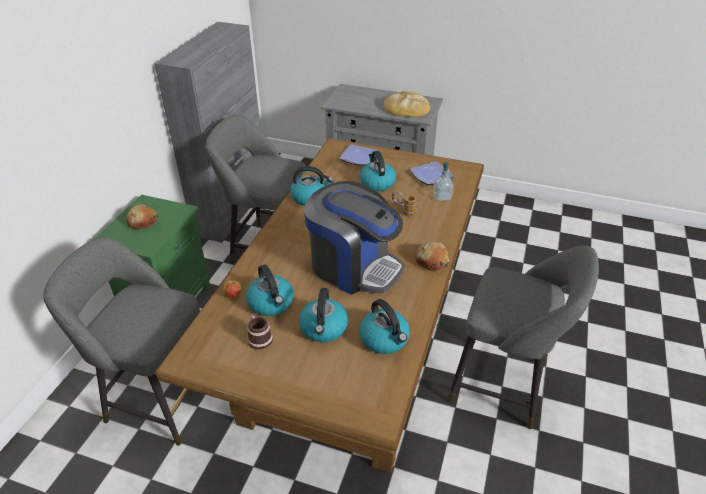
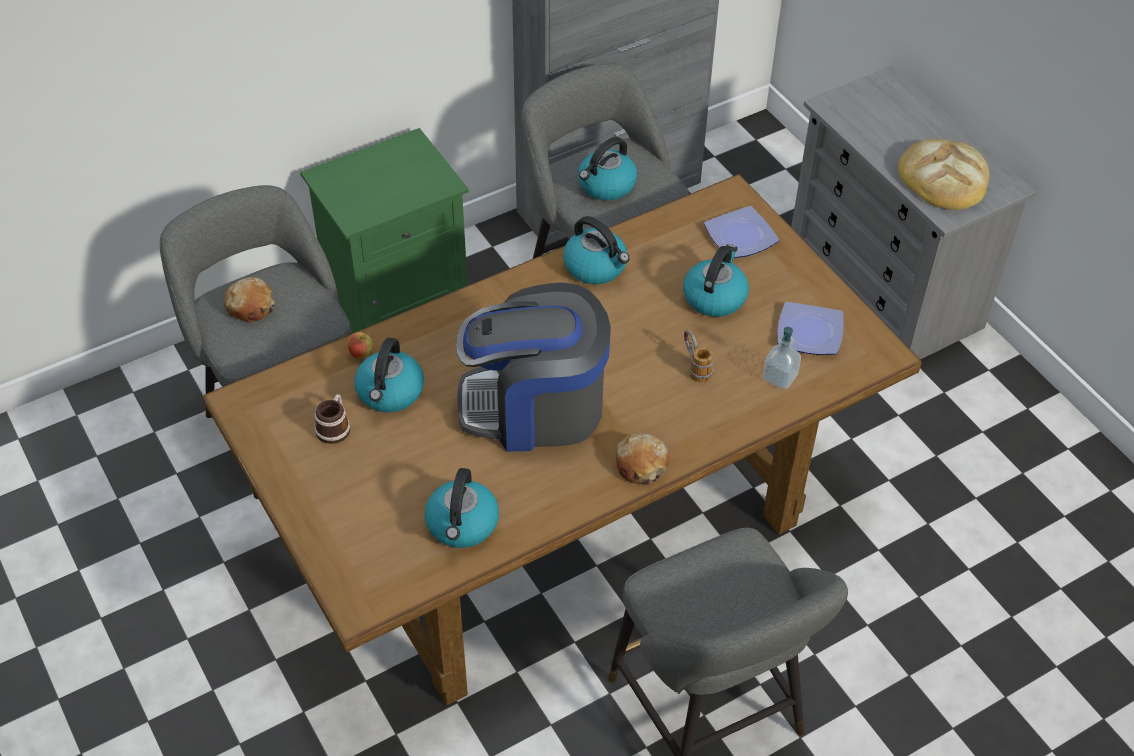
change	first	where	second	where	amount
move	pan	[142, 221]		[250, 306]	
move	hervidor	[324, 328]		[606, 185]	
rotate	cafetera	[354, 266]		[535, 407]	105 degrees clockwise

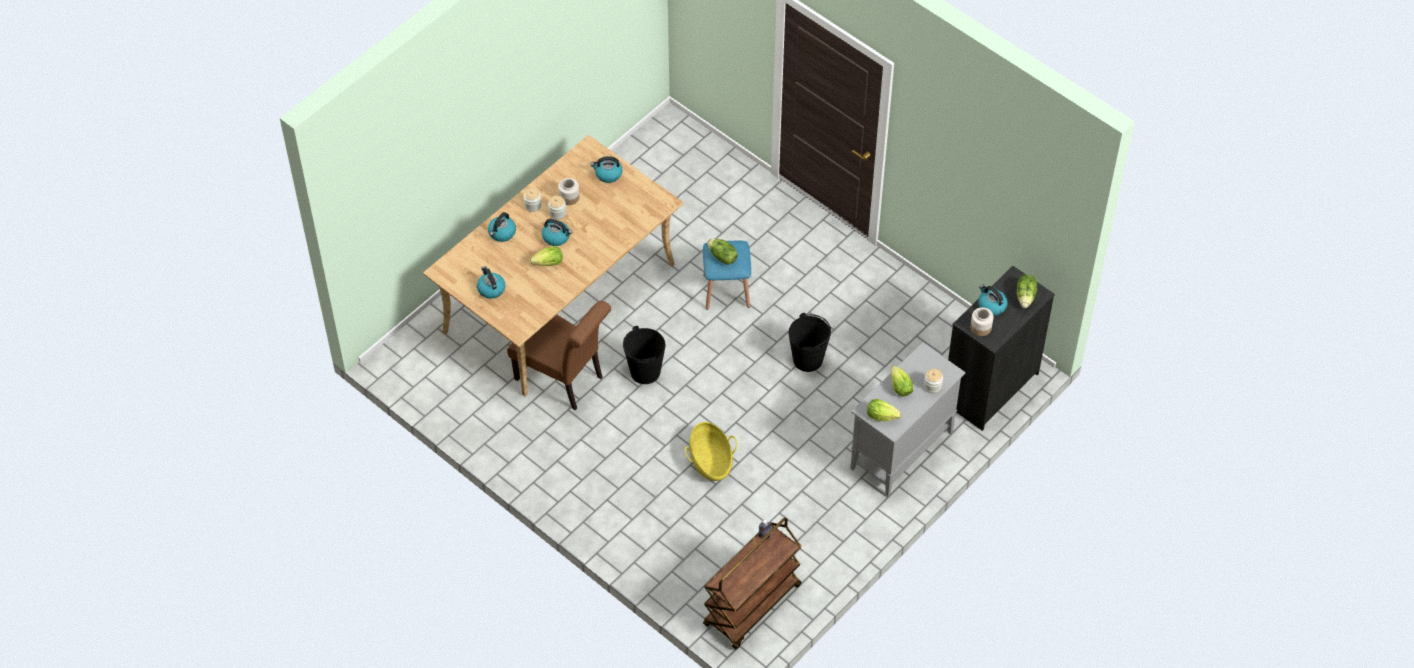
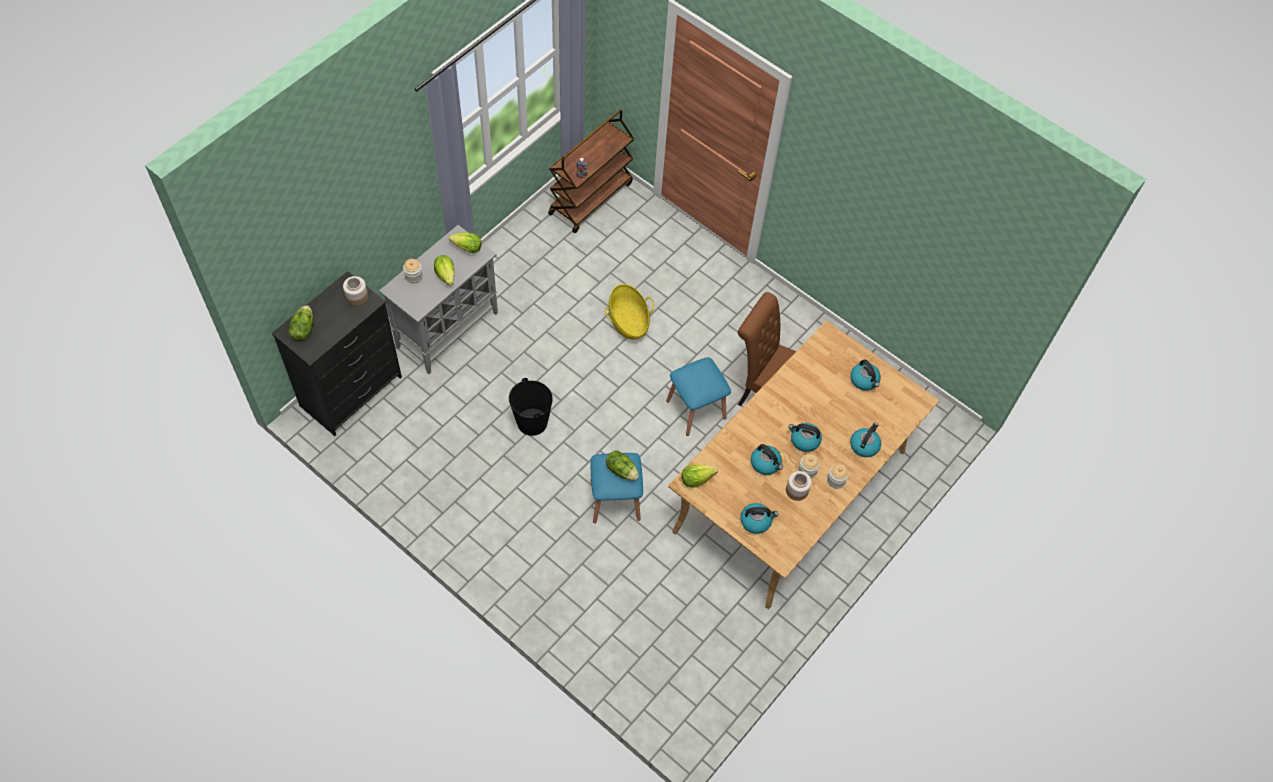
change	first	where	second	where	amount
move	lechuga	[549, 263]		[696, 479]	
replace	cubo/negro	[644, 371]	taburete/azul	[696, 409]	
move	hervidor	[991, 306]		[766, 463]	

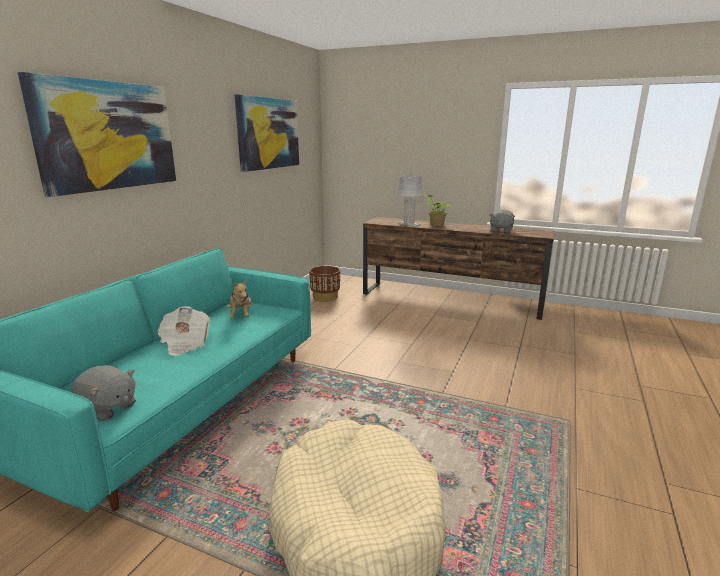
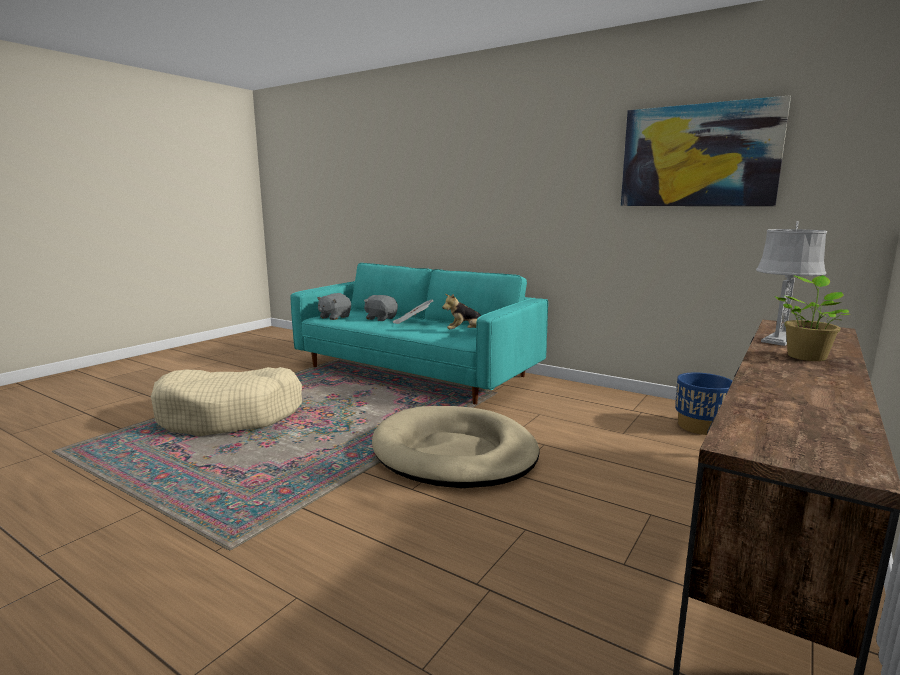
change	first	where	second	where	amount
delete	cuadro	[108, 136]			
recolor	maceta/marrón	[325, 297]	maceta/azul	[700, 427]	
move	peluche/gris	[500, 231]		[381, 318]	
insert			cama para perro/beis	[454, 453]	

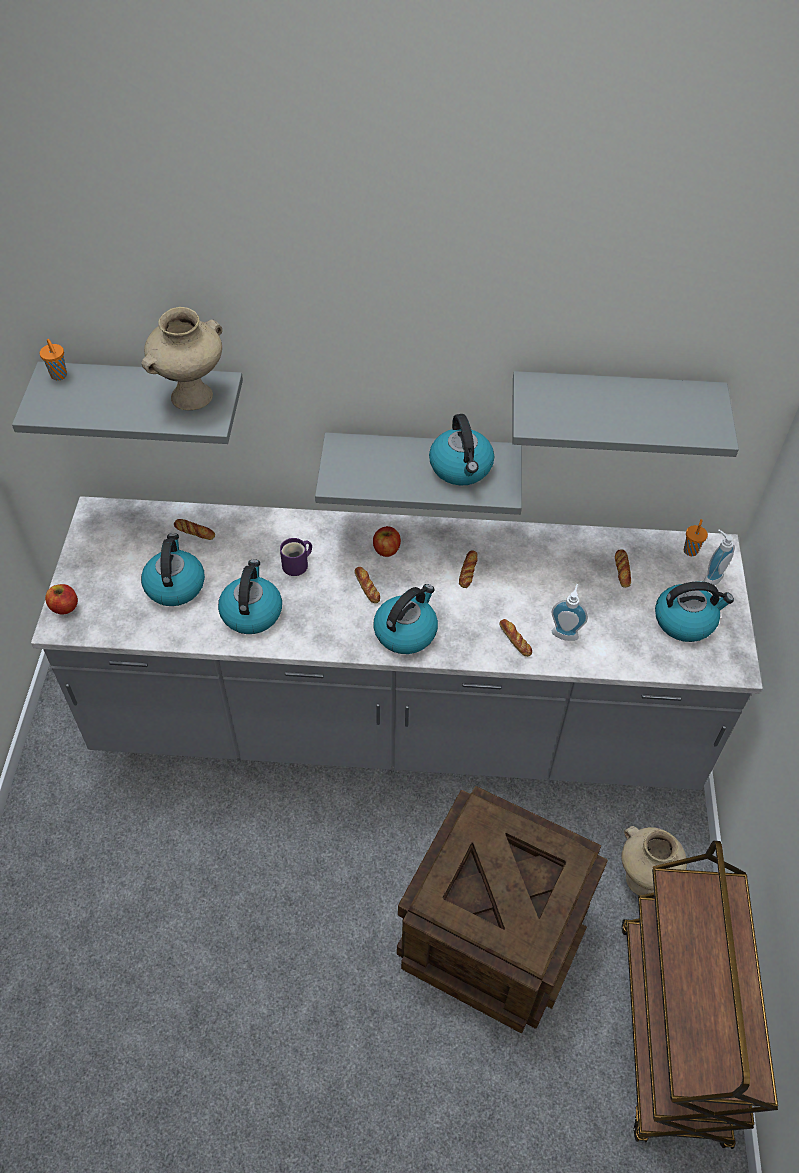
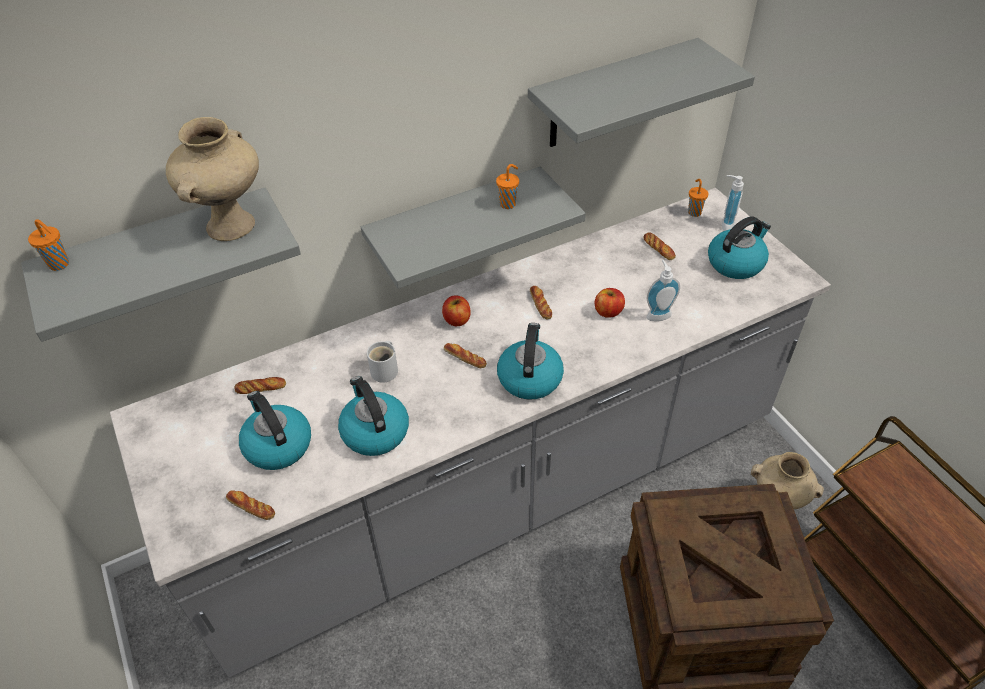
change	first	where	second	where	amount
move	manzana	[64, 607]		[608, 311]	
recolor	taza grande/morado	[297, 565]	taza grande/blanco	[386, 370]	
replace	hervidor	[461, 468]	taza/naranja	[508, 204]	
move	pan	[515, 640]		[251, 507]	

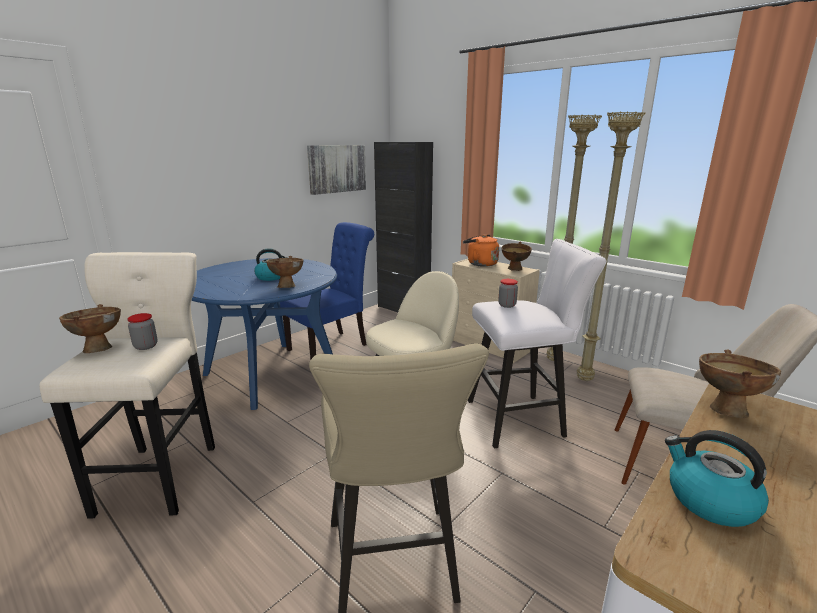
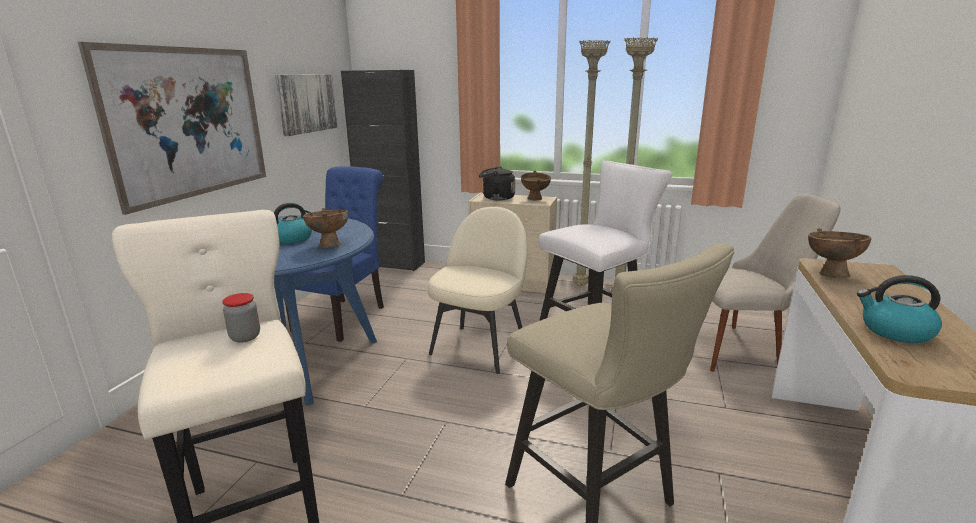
change	first	where	second	where	amount
delete	cuenco/marrón	[99, 347]			
recolor	hervidor/naranja	[480, 264]	hervidor/negro	[496, 198]	
delete	tarro	[507, 305]			
insert			cuadro	[189, 123]	

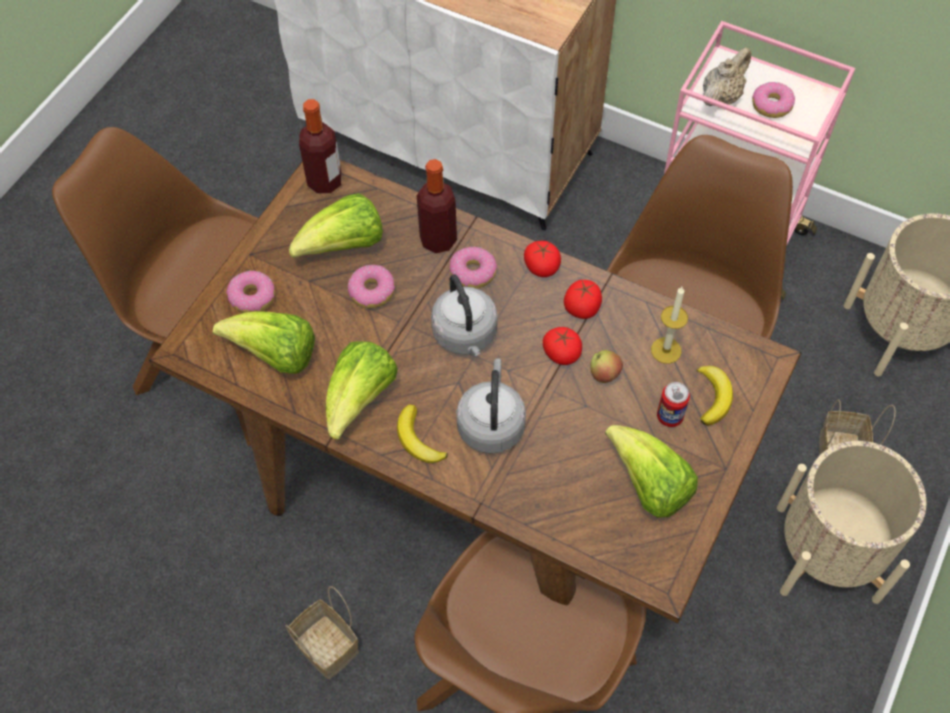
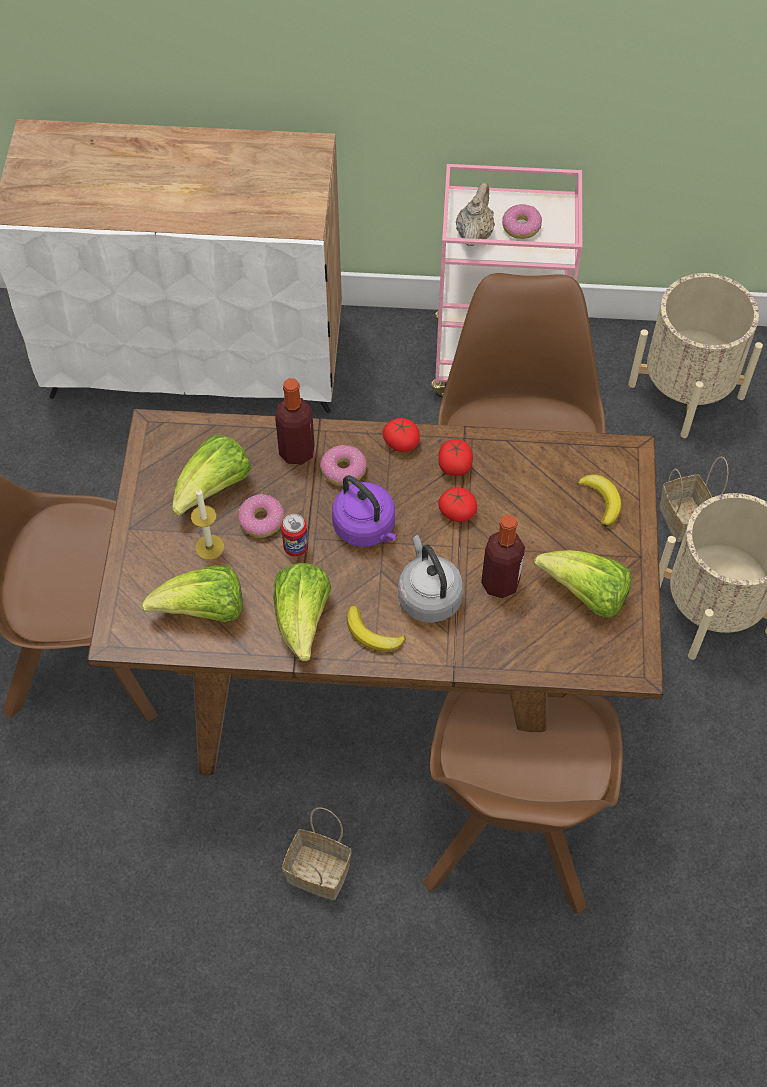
change	first	where	second	where	amount
delete	rosquilla	[252, 297]			
move	botella	[324, 182]		[500, 583]	
recolor	hervidor/gris	[466, 336]	hervidor/morado	[366, 528]	
delete	manzana	[604, 374]			
move	vela	[666, 350]		[209, 547]	
move	lata	[669, 416]		[296, 547]	

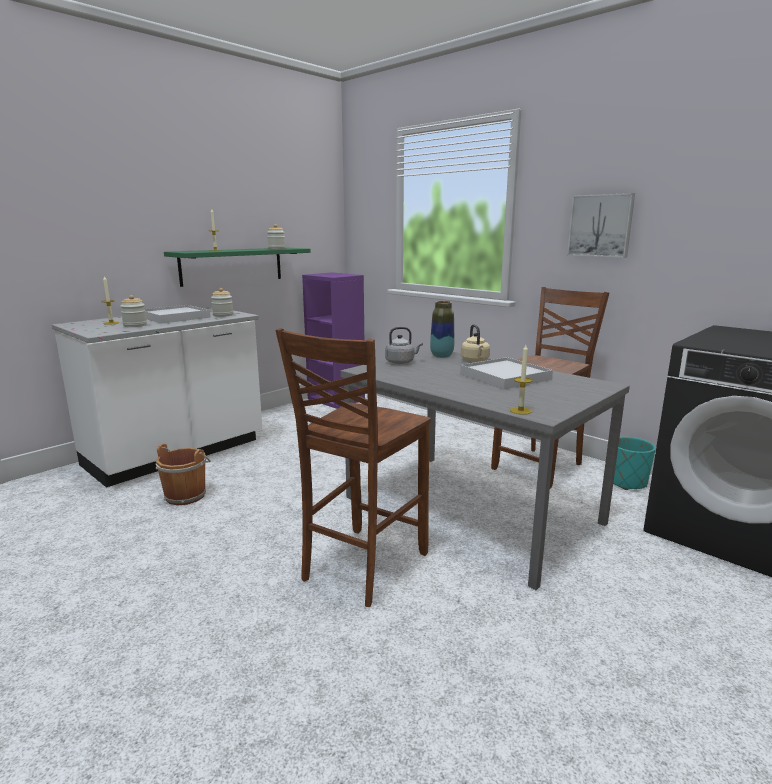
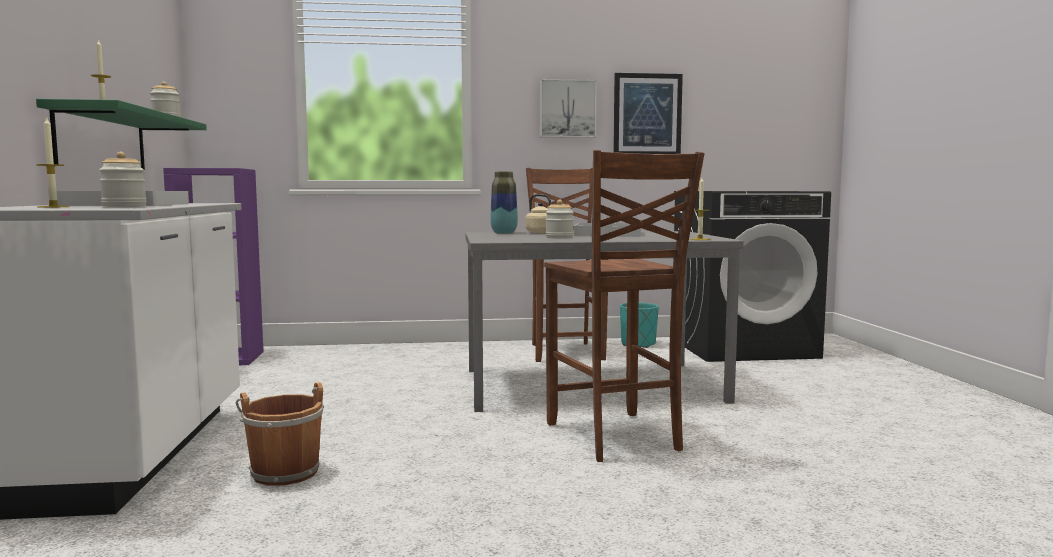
change	first	where	second	where	amount
move	tarro	[223, 315]		[559, 237]	
delete	hervidor/gris	[401, 362]			
insert			cuadro	[647, 115]	

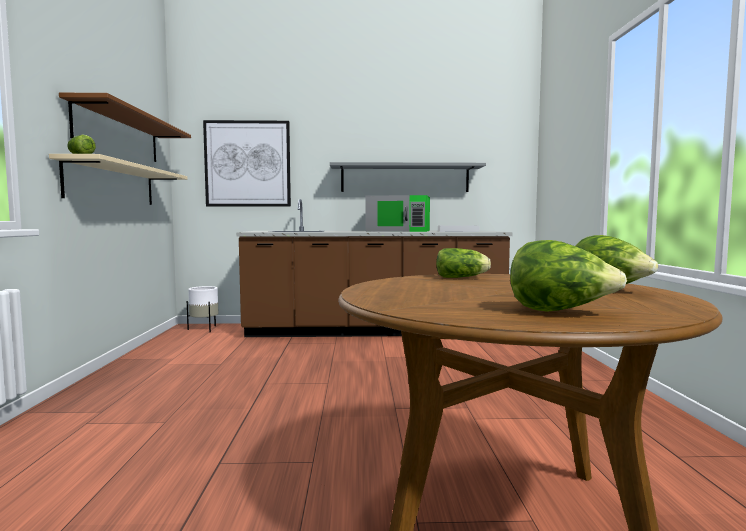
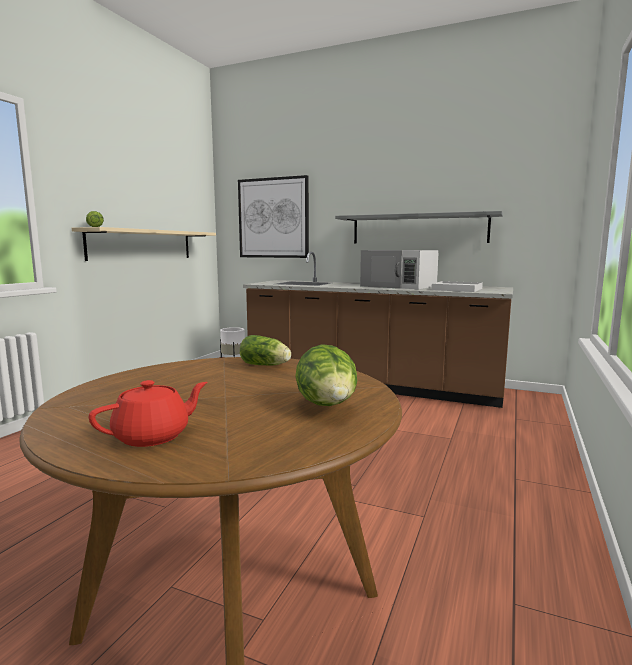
change	first	where	second	where	amount
delete	estante/marrón	[119, 135]			
recolor	microondas/verde	[399, 231]	microondas/blanco	[399, 286]	
replace	lechuga	[559, 312]	tetera/rojo	[153, 436]	

